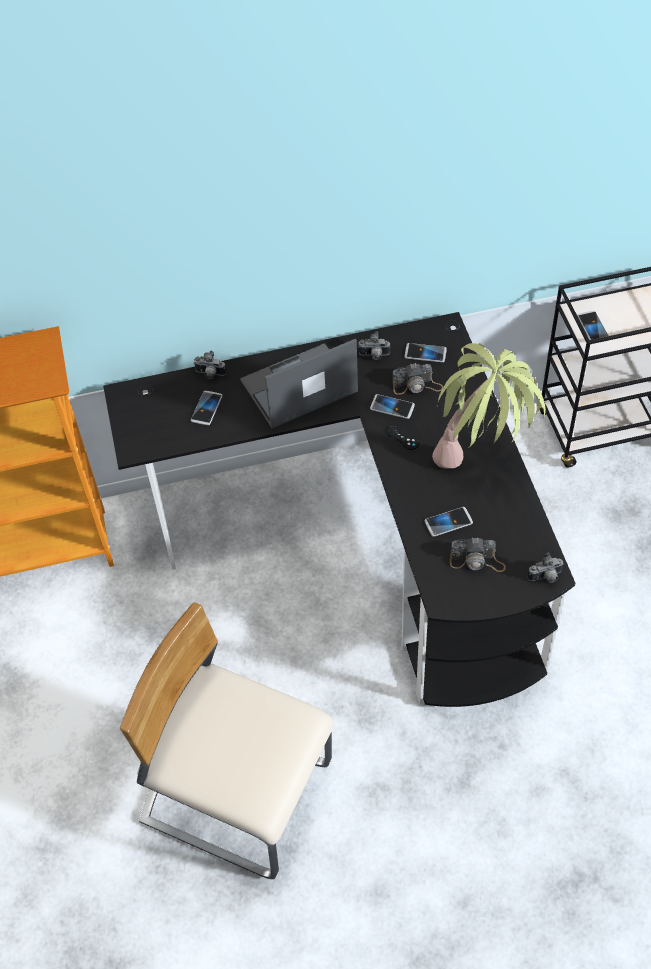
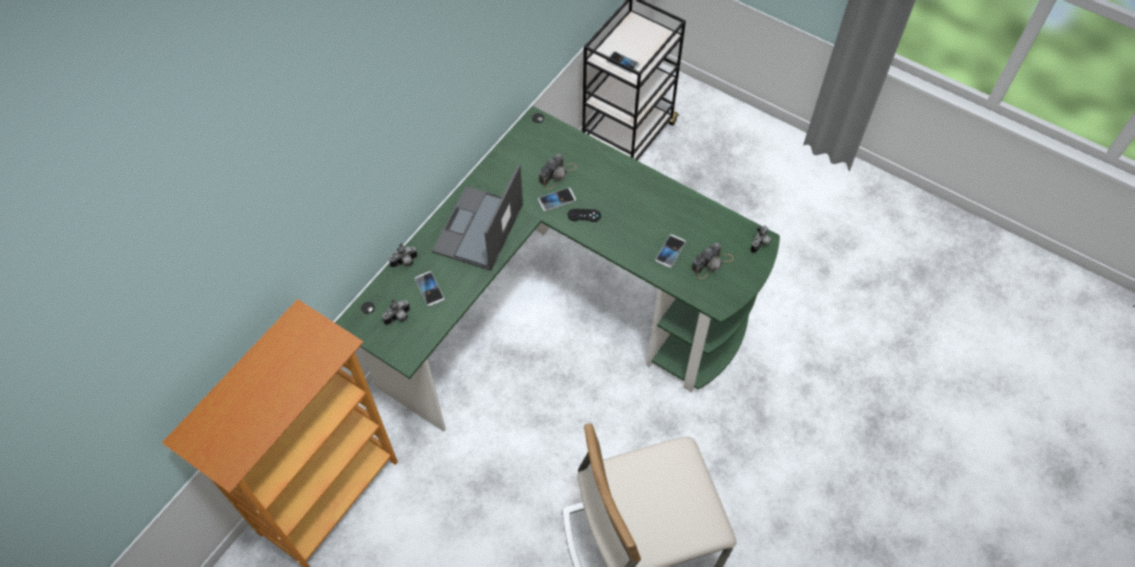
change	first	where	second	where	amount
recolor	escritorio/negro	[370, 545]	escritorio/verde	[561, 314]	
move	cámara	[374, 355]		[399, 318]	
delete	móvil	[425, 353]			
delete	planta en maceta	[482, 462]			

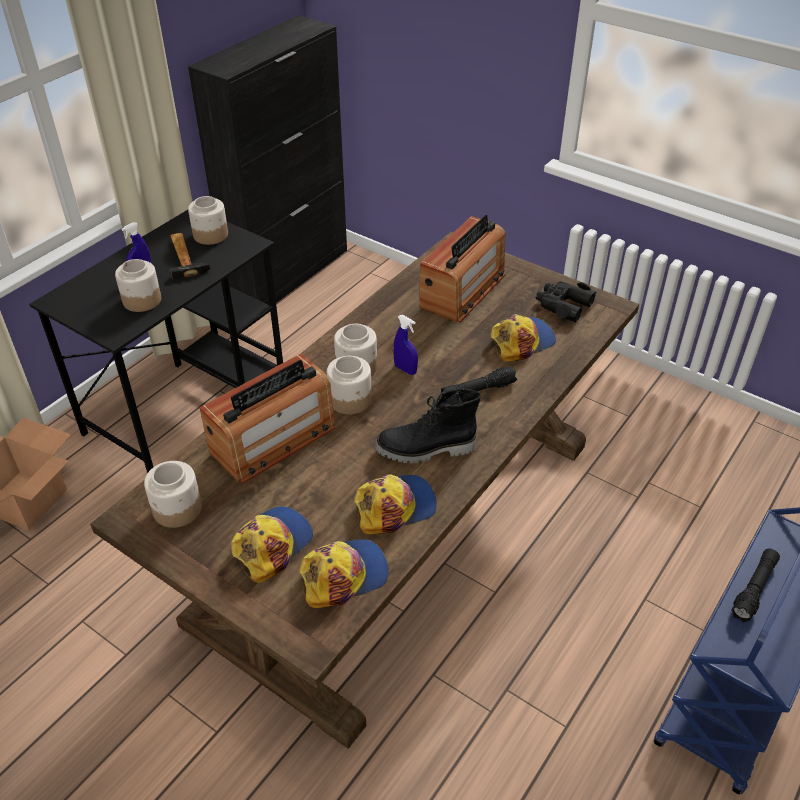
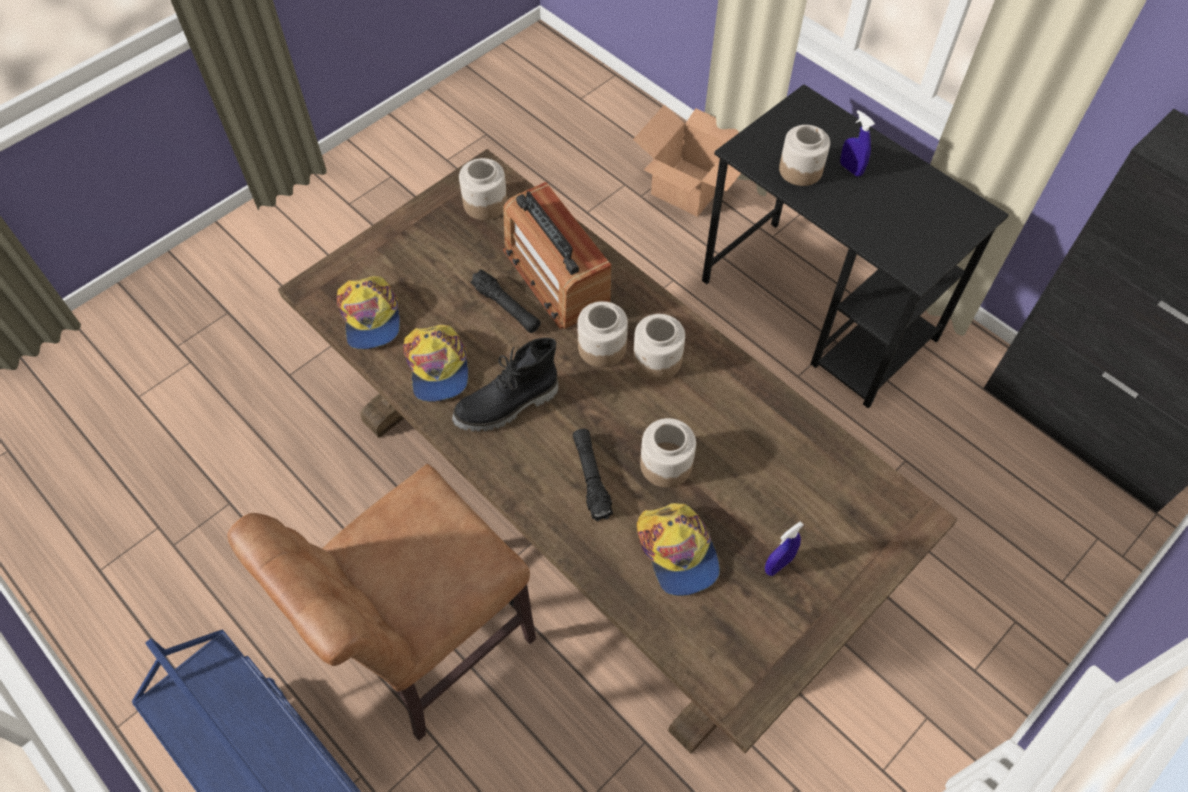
change	first	where	second	where	amount
delete	martillo	[185, 256]			
move	tarro	[210, 235]		[665, 464]	
delete	gorra	[272, 545]			
rotate	bota/negro	[425, 450]		[507, 407]	120 degrees counterclockwise
move	pulverizador/azul	[405, 369]		[778, 565]	
delete	radio	[463, 290]			
delete	prismáticos/negro	[562, 305]			
move	linterna/negro	[754, 589]		[506, 307]	
insert			silla/marrón	[427, 647]	

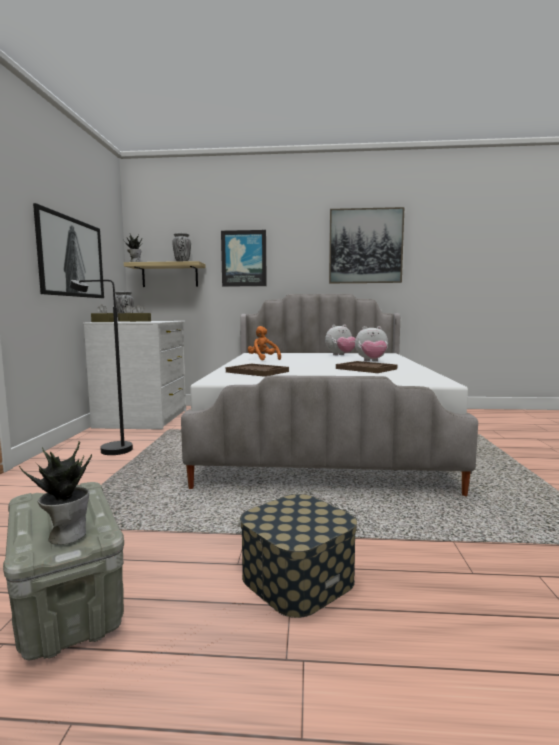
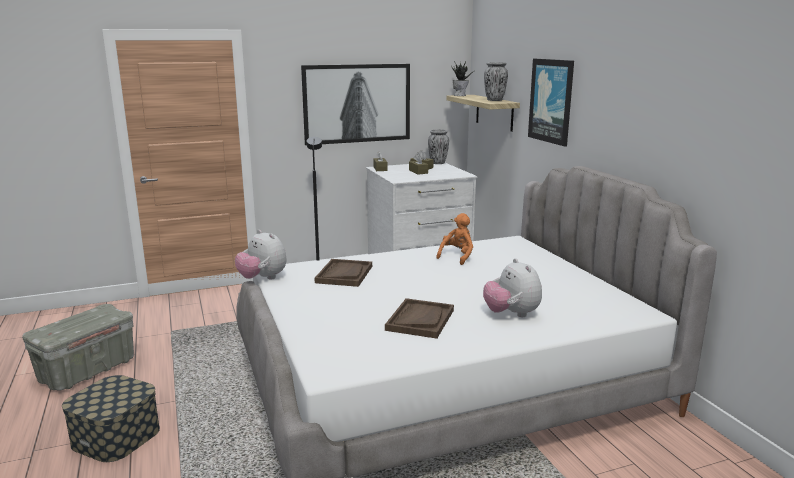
change	first	where	second	where	amount
delete	planta en maceta	[67, 535]			
move	peluche	[340, 355]		[262, 278]	
delete	cuadro	[365, 246]			

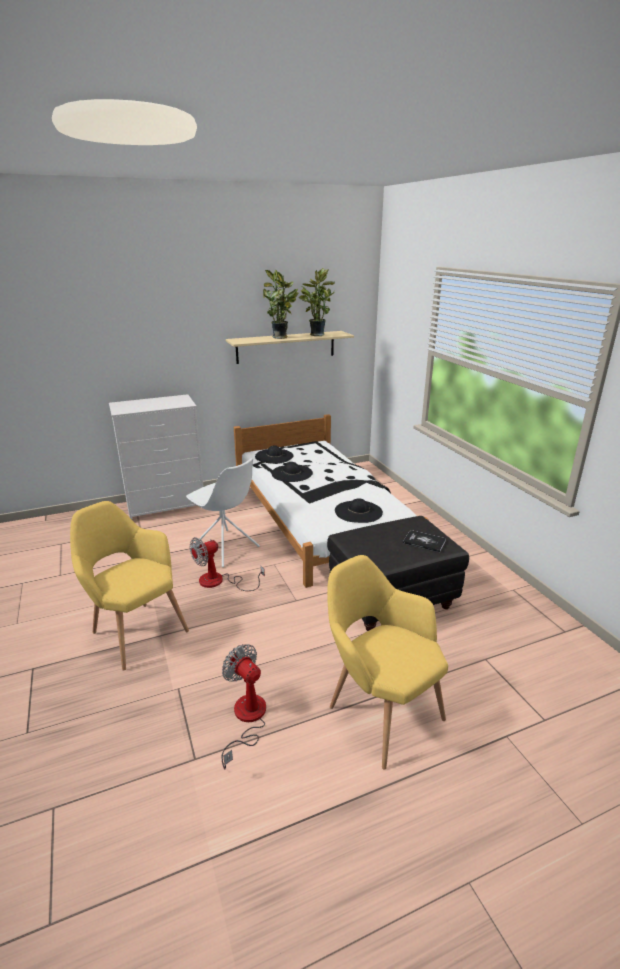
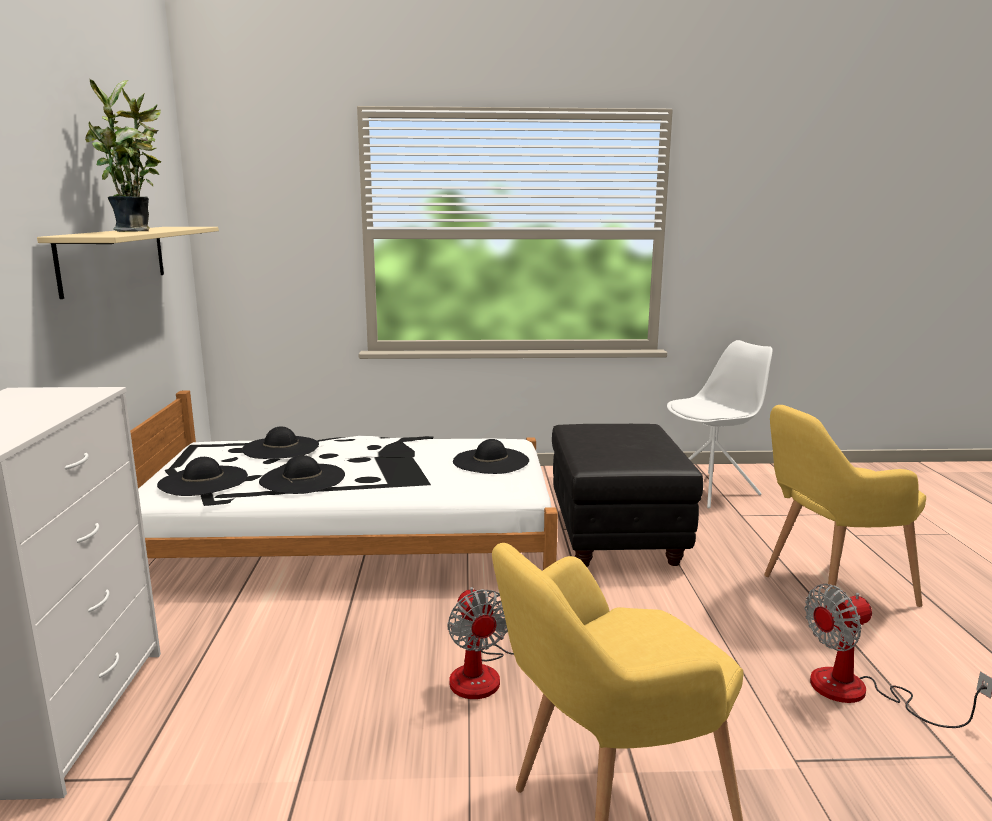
change	first	where	second	where	amount
move	silla/blanco	[226, 548]		[710, 489]	
delete	planta en maceta	[316, 335]			
delete	libro	[424, 542]			
insert			sombrero/negro	[281, 448]	

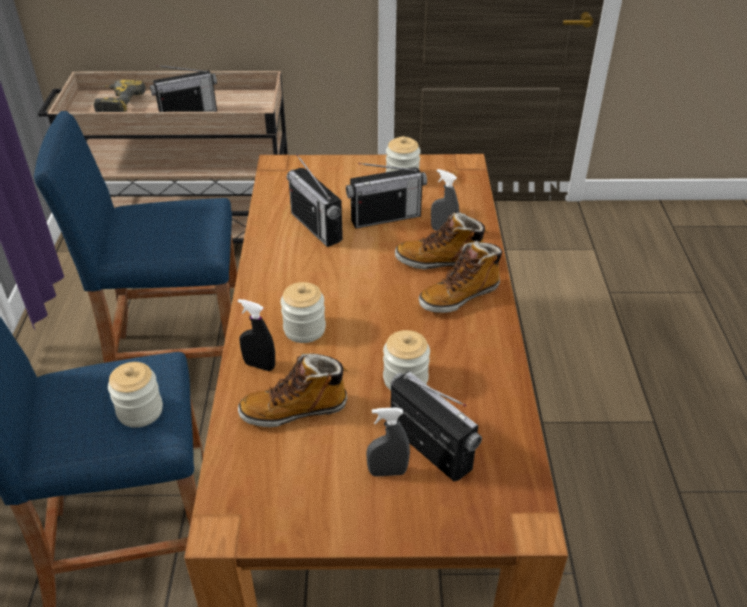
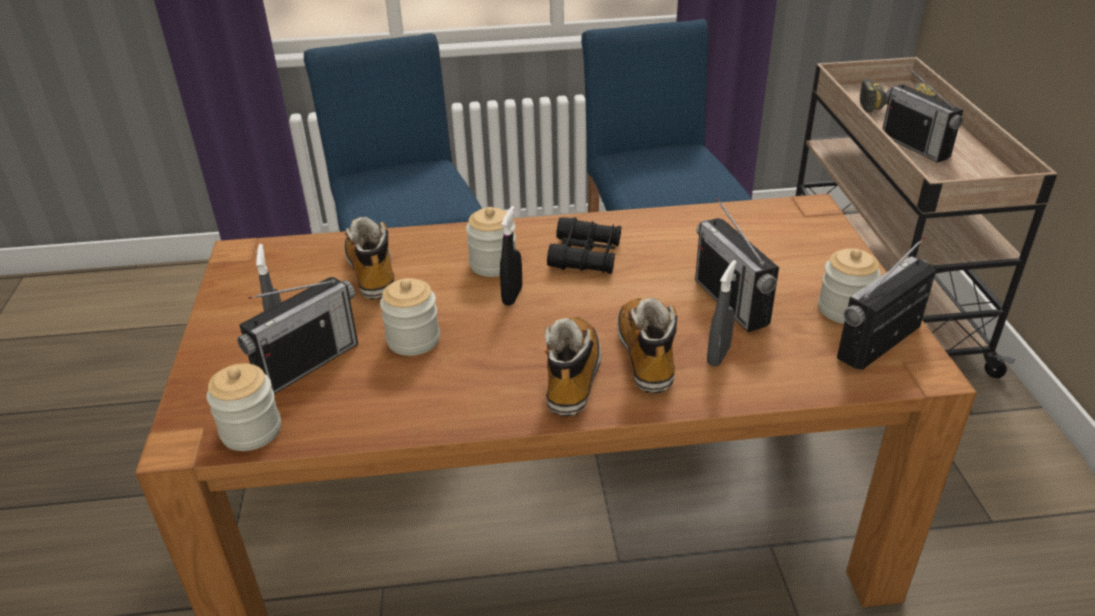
change	first	where	second	where	amount
move	tarro	[140, 411]		[251, 431]	
move	pulverizador/negro	[259, 365]		[512, 296]	
move	radio	[316, 227]		[879, 342]	
rotate	bota	[459, 296]		[572, 376]	45 degrees clockwise
insert			prismáticos/negro	[585, 255]	

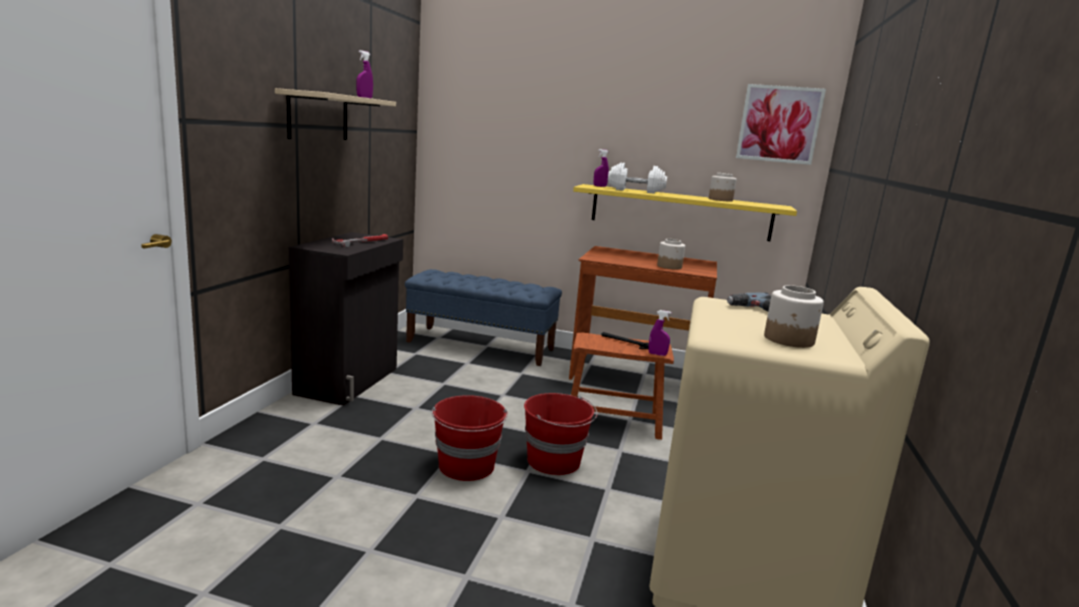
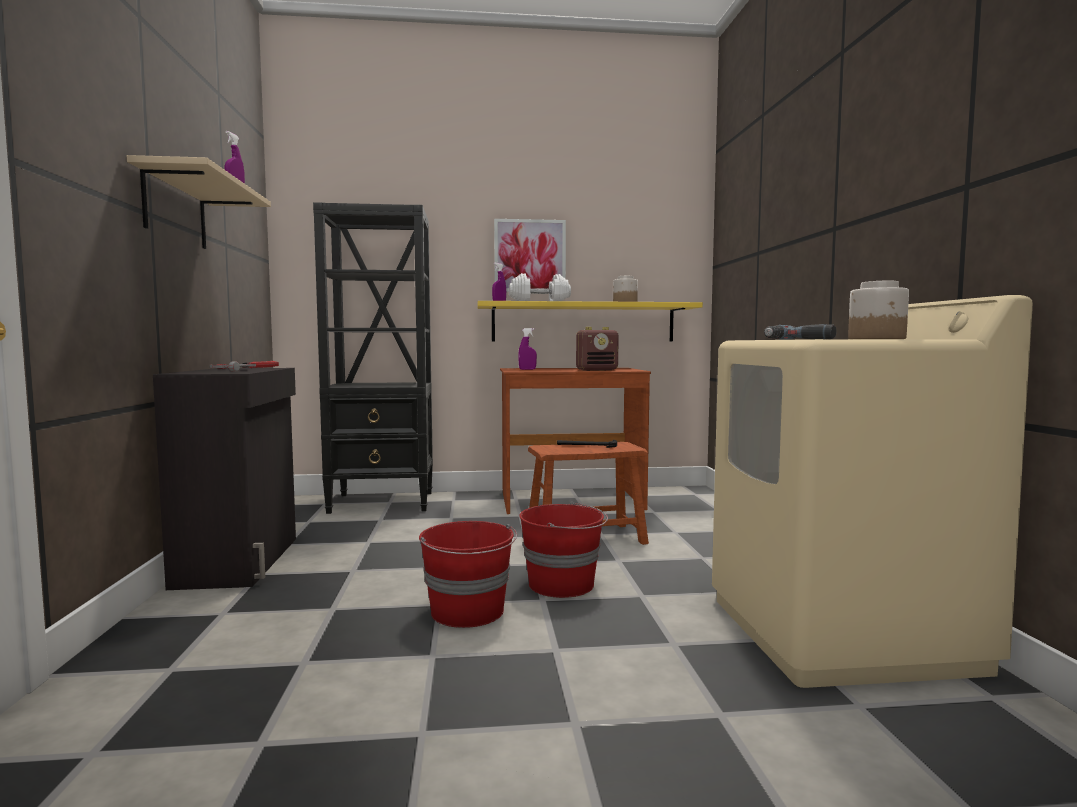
change	first	where	second	where	amount
replace	banco/azul	[481, 345]	estantería/negro	[383, 502]	
move	pulverizador/morado	[657, 354]		[527, 369]	
replace	tarro	[669, 266]	radio	[597, 370]	
move	cuadro	[779, 124]		[530, 256]	

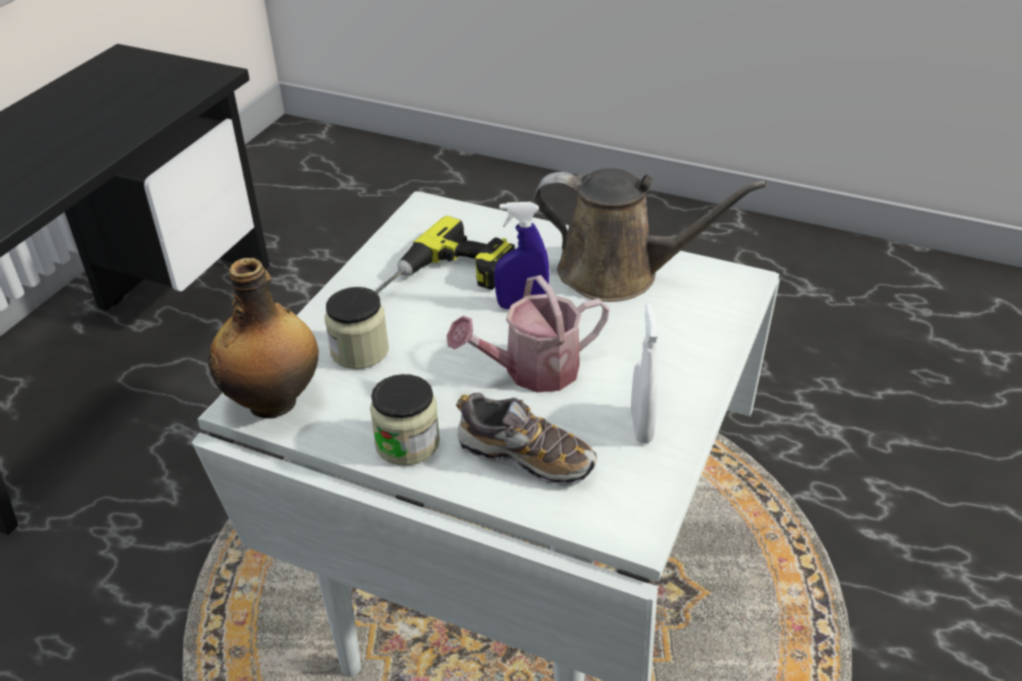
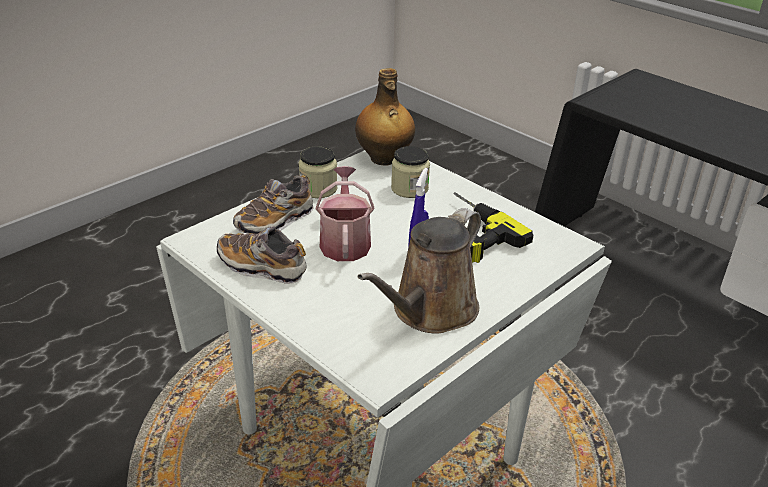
change	first	where	second	where	amount
replace	pulverizador/blanco	[641, 426]	zapato	[262, 267]	

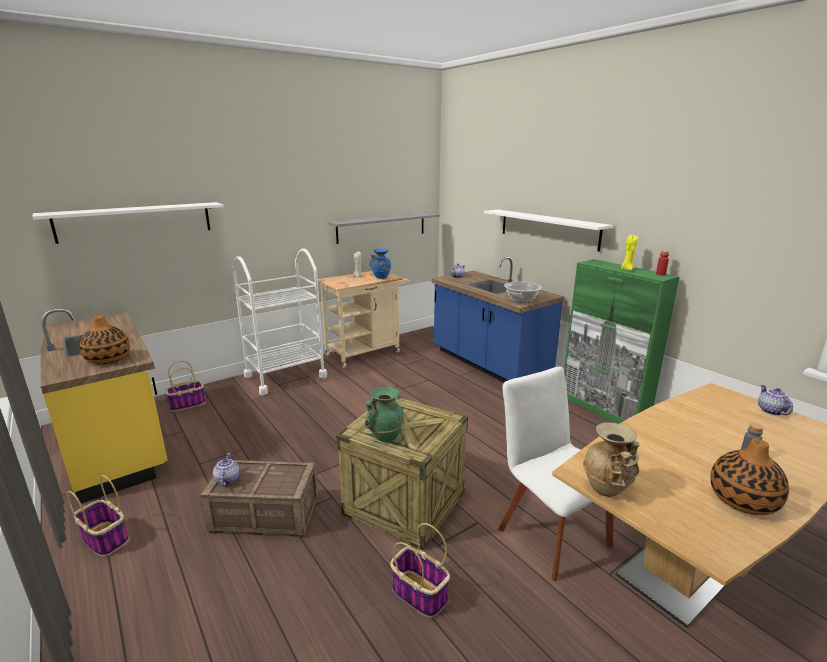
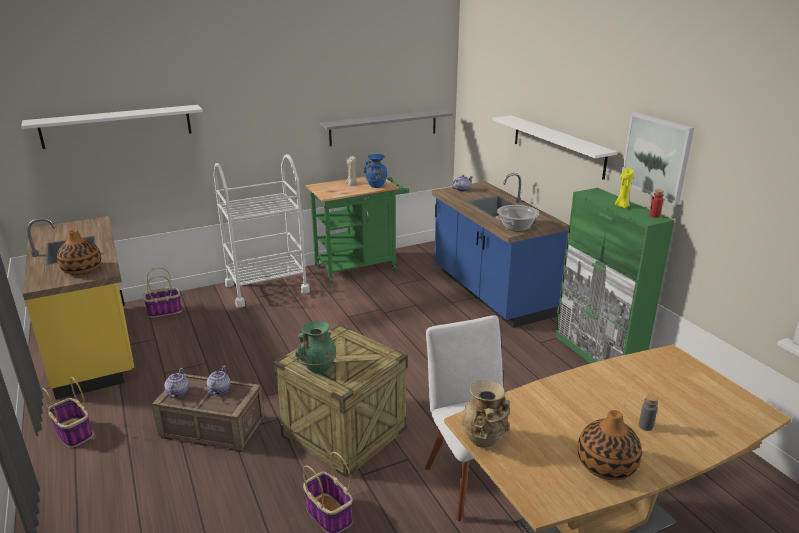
change	first	where	second	where	amount
recolor	carrito/beis	[367, 352]	carrito/verde	[360, 266]	
move	tetera	[770, 411]		[219, 390]	
insert			cuadro	[656, 156]	

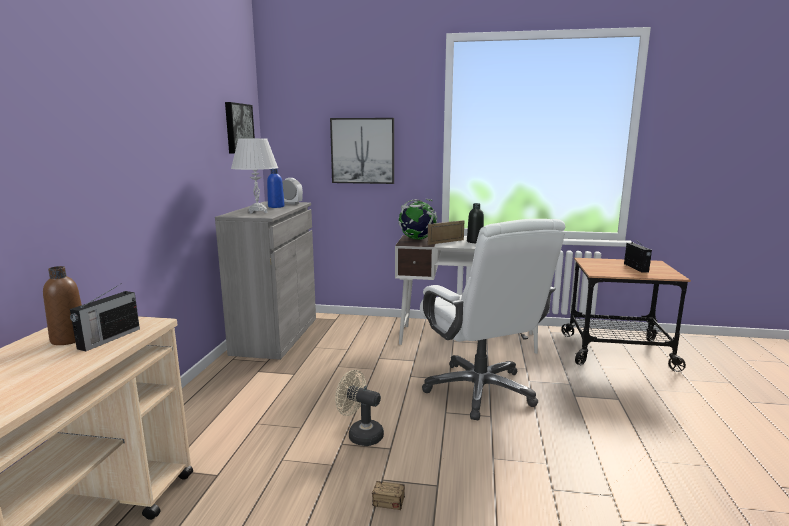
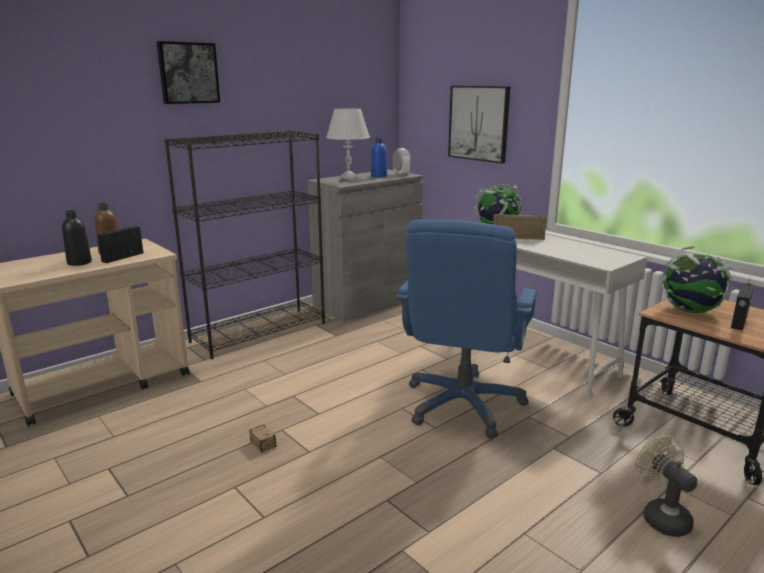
change	first	where	second	where	amount
rotate	radio	[108, 339]		[124, 257]	150 degrees clockwise
move	cuadro	[238, 128]		[188, 73]	
move	ventilador/beis	[360, 434]		[660, 516]	
recolor	silla de oficina/blanco	[480, 390]	silla de oficina/azul	[463, 405]	
move	botella/negro	[475, 241]		[79, 262]	
insert			estantería/negro	[259, 332]	
insert			globo terráqueo	[691, 311]	

